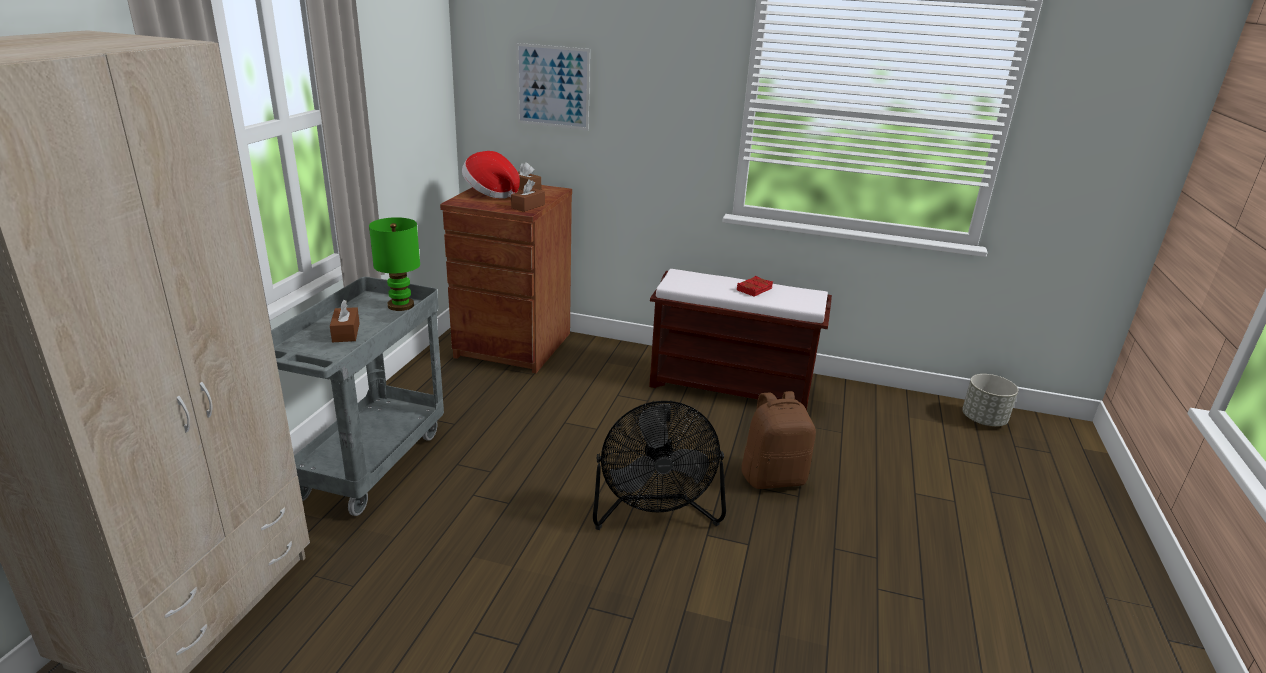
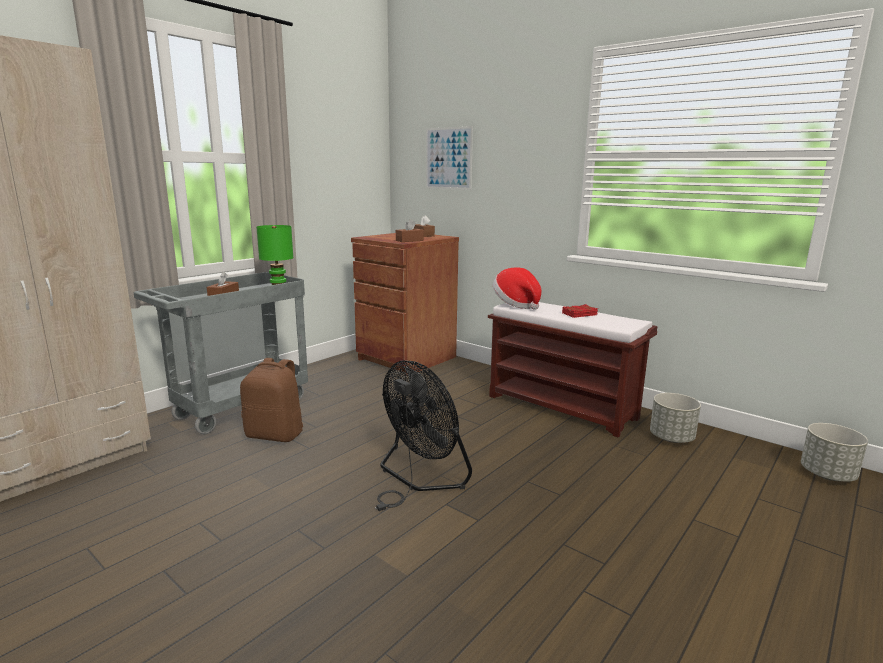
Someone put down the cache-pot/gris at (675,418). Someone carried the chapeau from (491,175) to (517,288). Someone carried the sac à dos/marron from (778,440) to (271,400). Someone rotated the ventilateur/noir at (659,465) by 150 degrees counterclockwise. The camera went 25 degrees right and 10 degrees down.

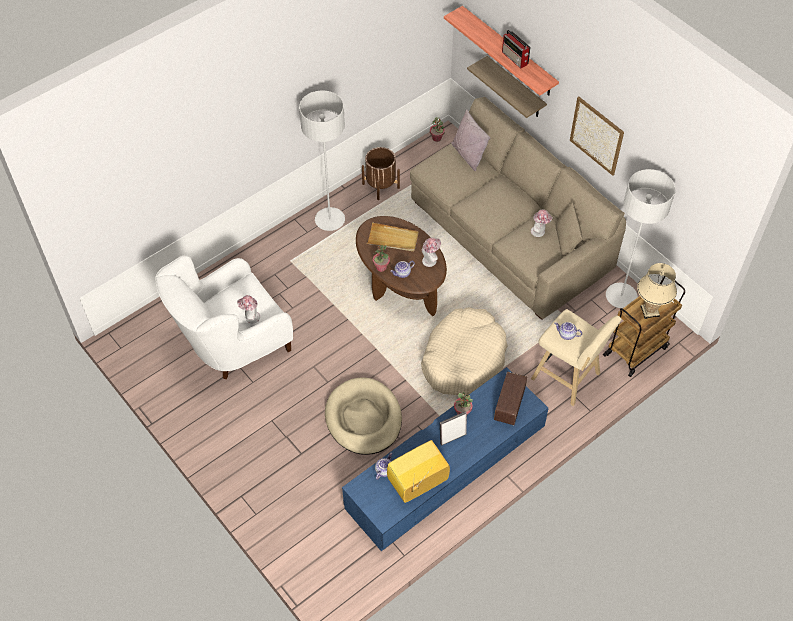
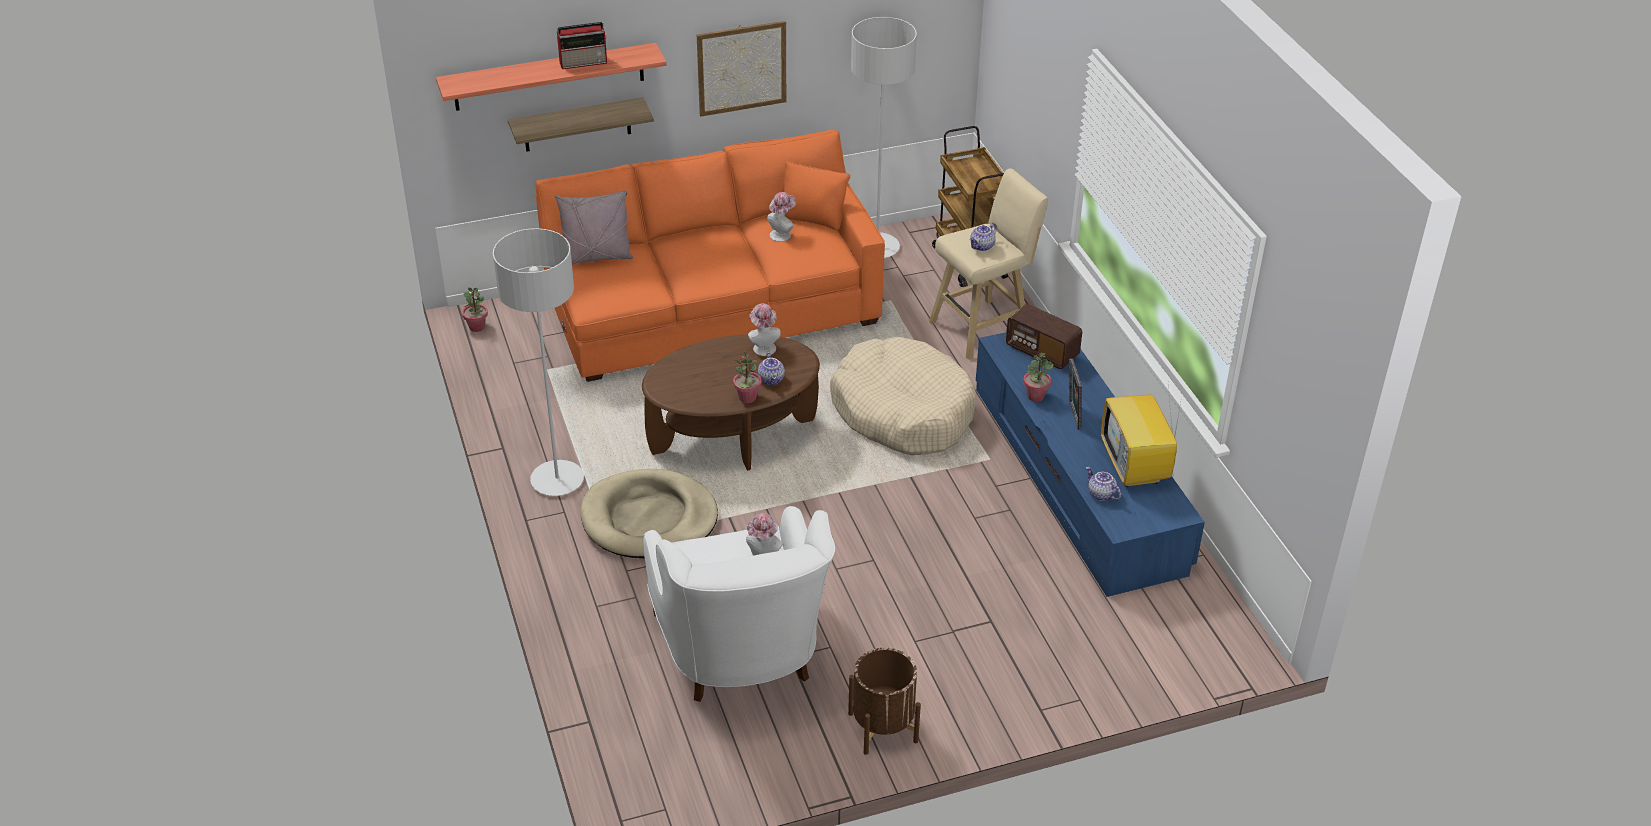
Someone took away the plateau/beige at (393,237). Someone took away the lampe de table/beige at (657,291). Someone carried the panier pour chien/beige from (363,416) to (649,514). Someone carried the cache-pot/marron from (381,173) to (884,701). Someone repainted the canapé/beige at (518,208), which became the canapé/orange at (710,255). The camera went 70 degrees left and 15 degrees down.

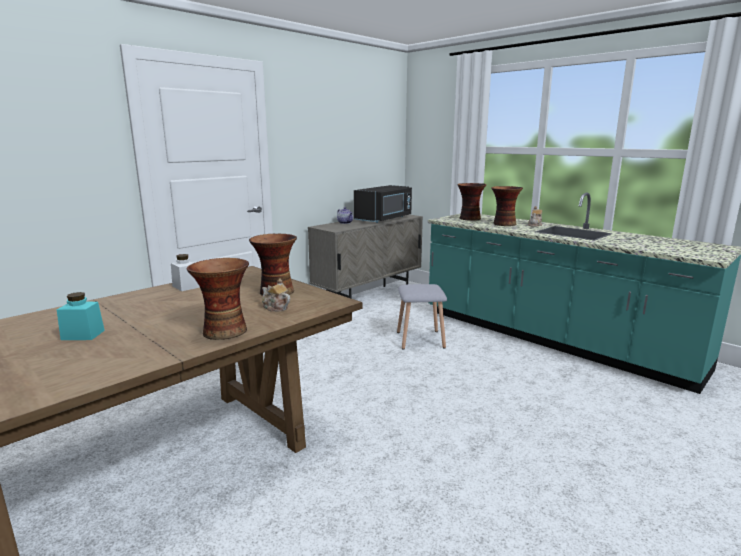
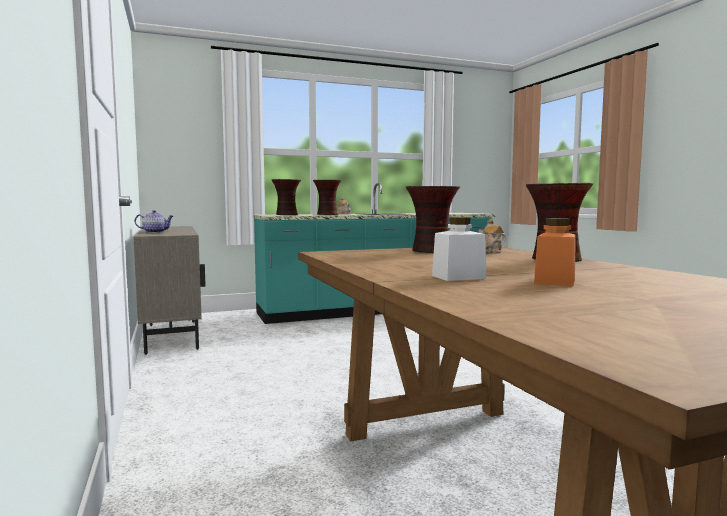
Someone took away the micro-ondes/noir at (383,204). Someone took away the tabouret/gris at (422,317). Someone carried the bocal/blanc from (185,272) to (459,249). Someone repainted the bocal/turquoise at (81,316), which became the bocal/orange at (555,252). The camera went 65 degrees left and 10 degrees down.

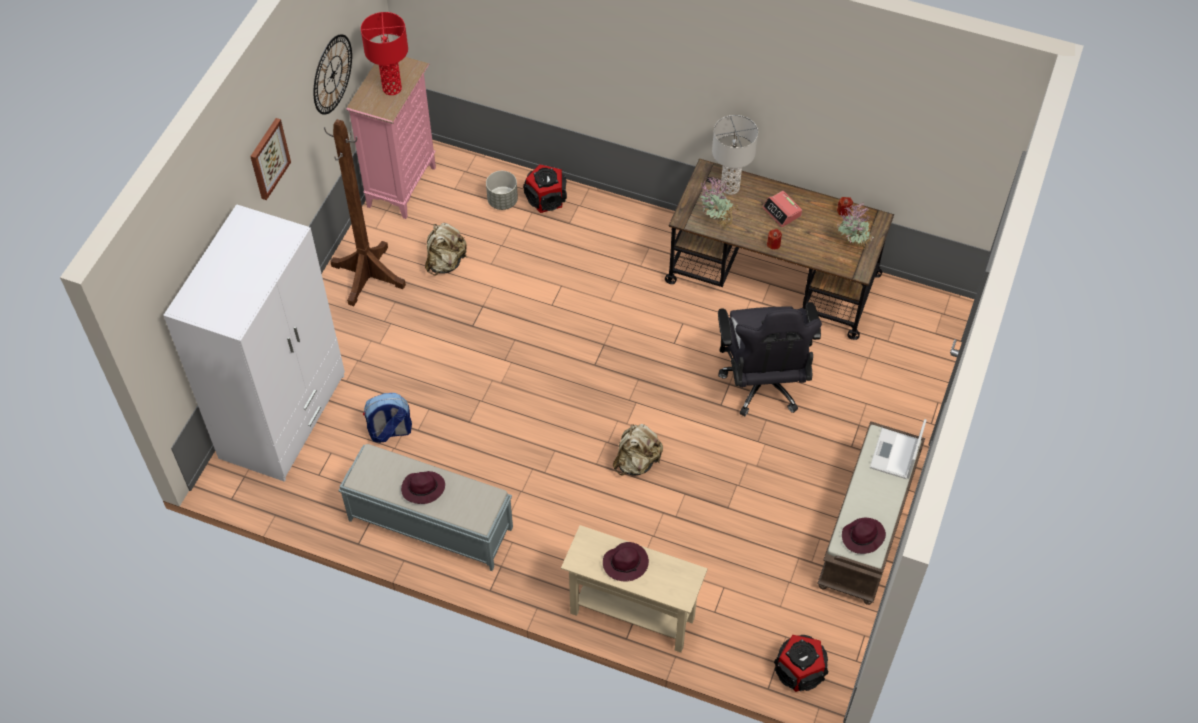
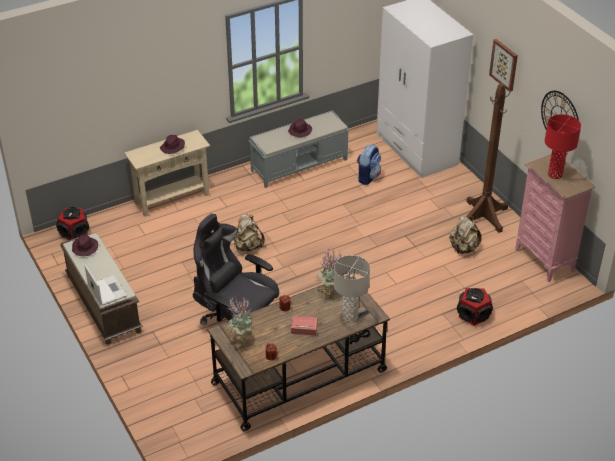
Someone took away the cache-pot/gris at (502,190). The camera went 130 degrees right and 15 degrees down.

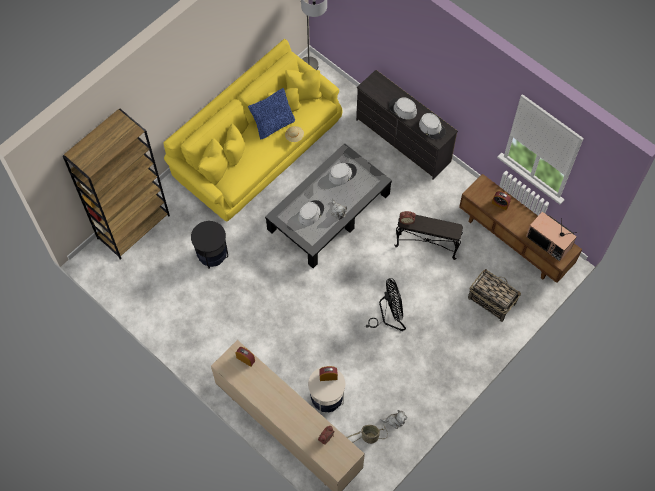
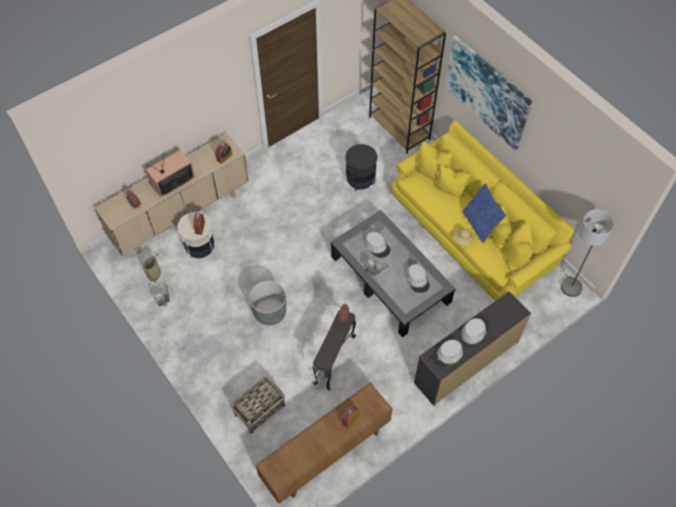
Someone put up the tableau at (488,93). Someone carried the téléviseur from (552,236) to (170,173). Someone swapped the ventilateur/noir at (386,304) for the cache-pot/gris at (267,303). The camera went 100 degrees right and 5 degrees down.

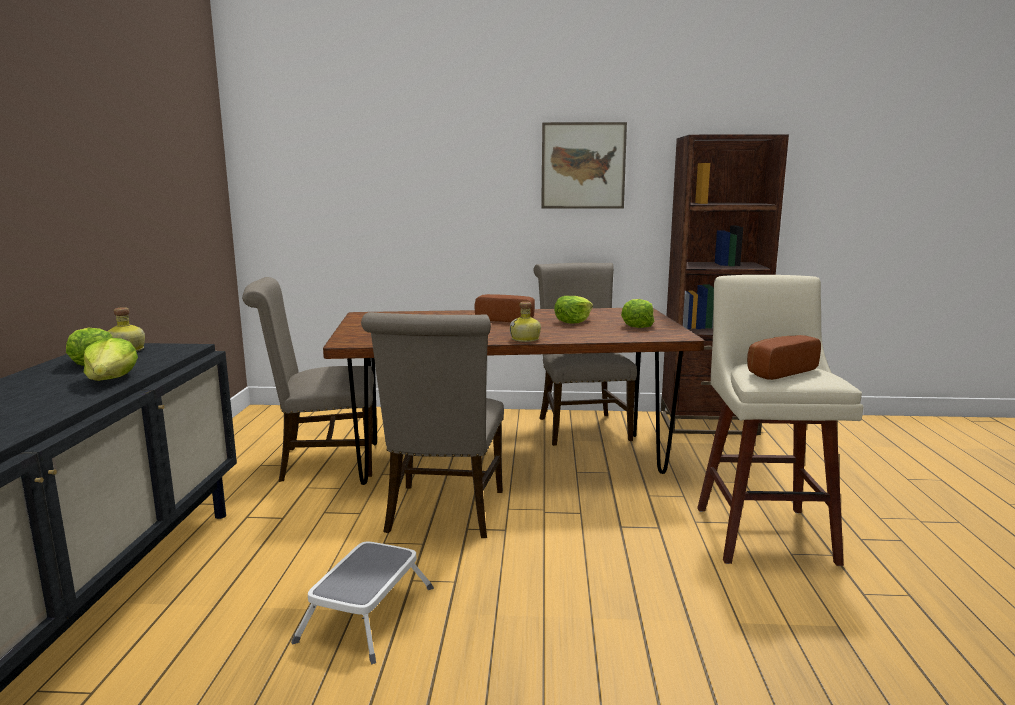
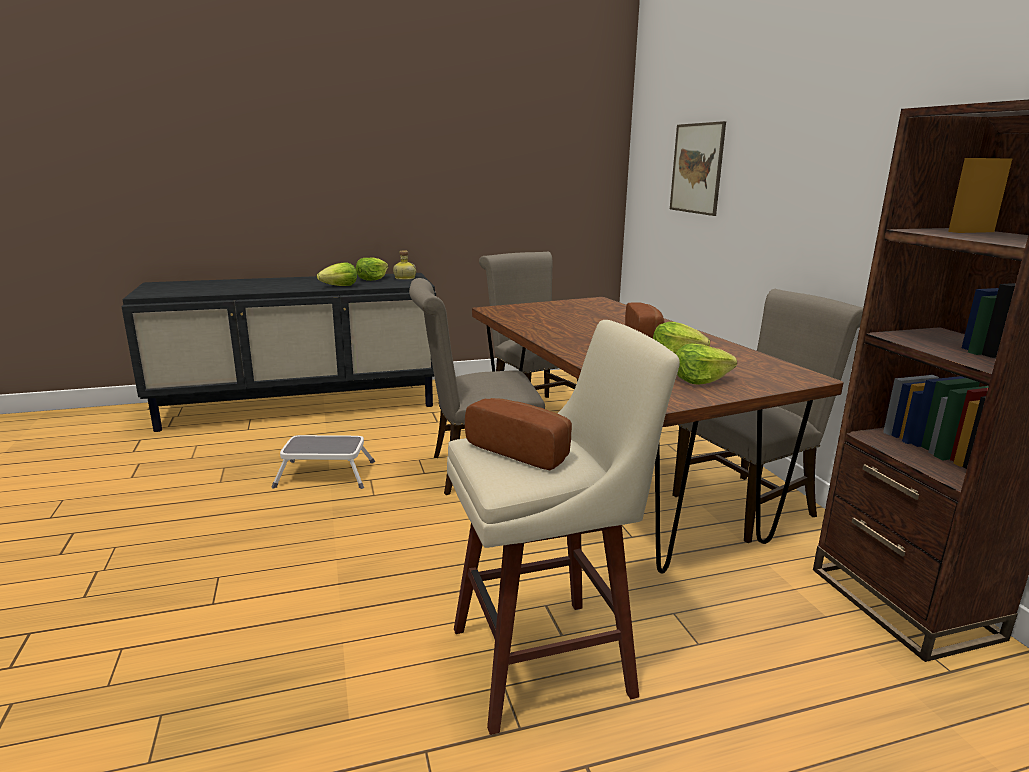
Someone took away the bouteille at (525,322). Someone carried the tableau from (584,165) to (698,168). The camera went 70 degrees right and 5 degrees up.

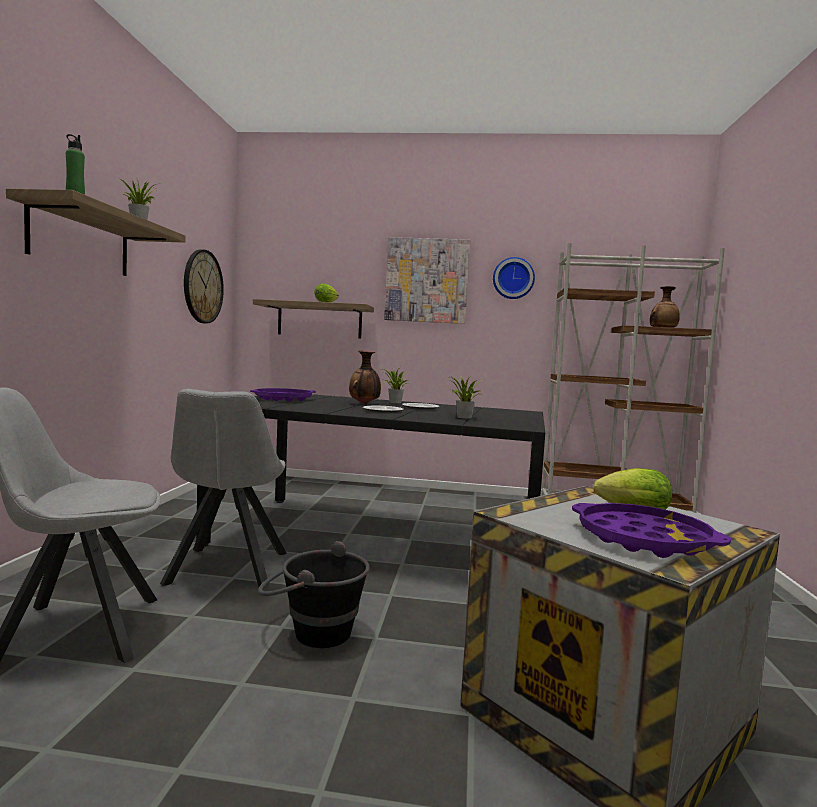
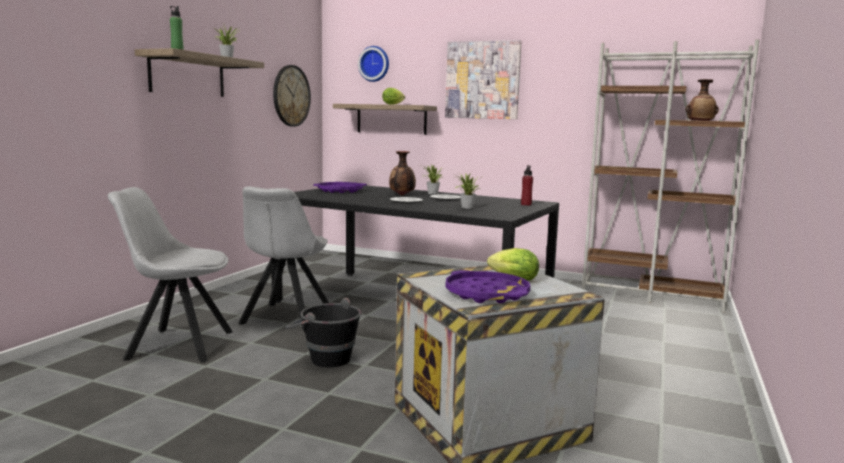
Someone put down the bouteille/rouge at (527,185). Someone carried the horloge murale from (514,278) to (373,64). The camera went 15 degrees right and 5 degrees up.

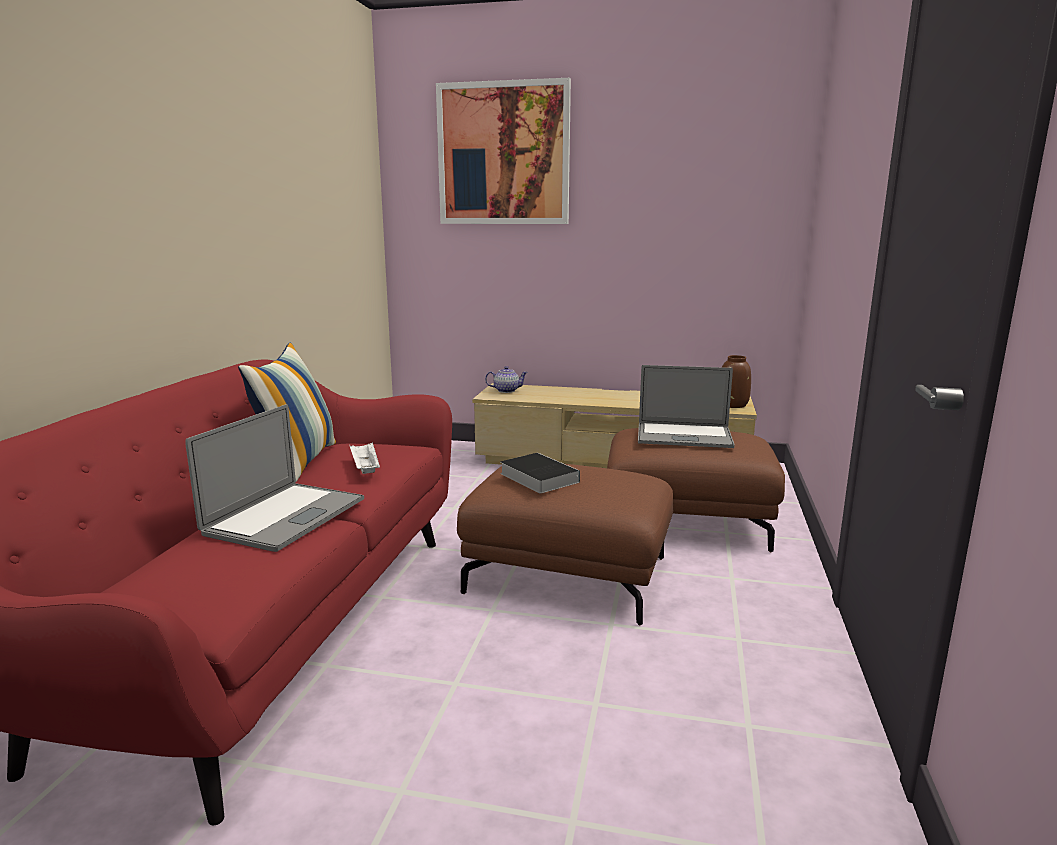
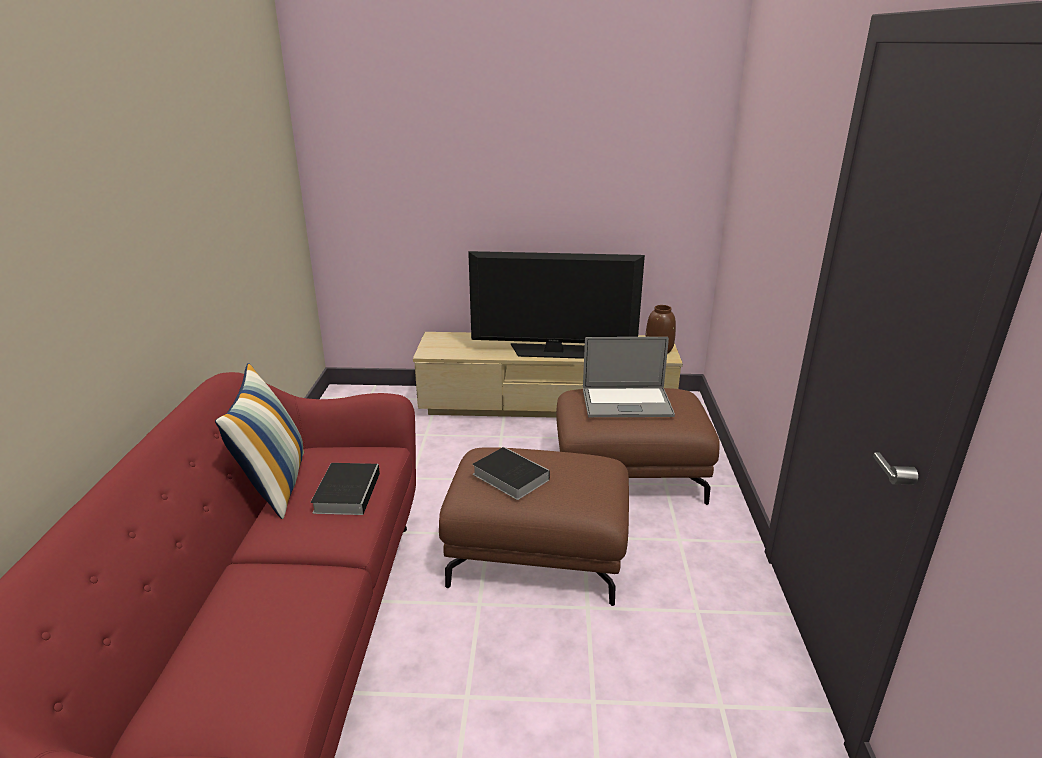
Someone took away the ordinateur portable at (274,478). Someone took away the tableau at (503,151). Someone took away the théière at (506,379). Someone put down the téléviseur at (556,305). Someone swapped the plateau/blanc at (364,458) for the livre at (345,489). The camera went 10 degrees left and 10 degrees up.

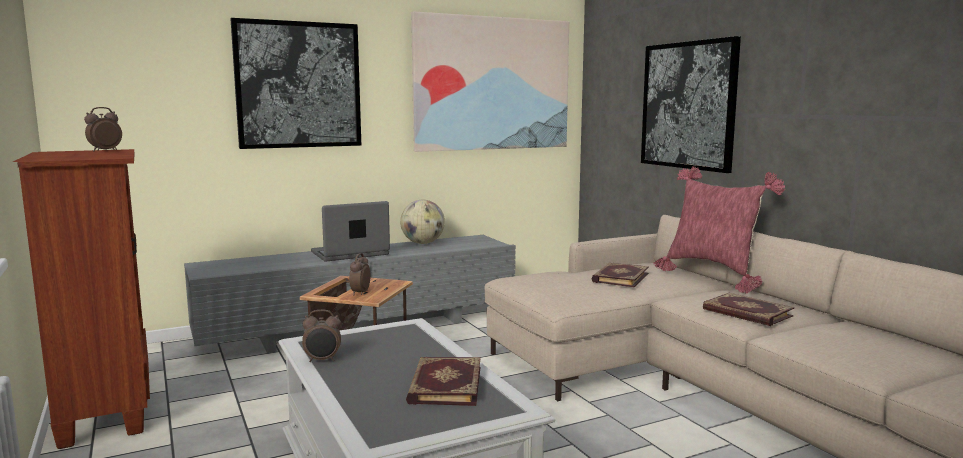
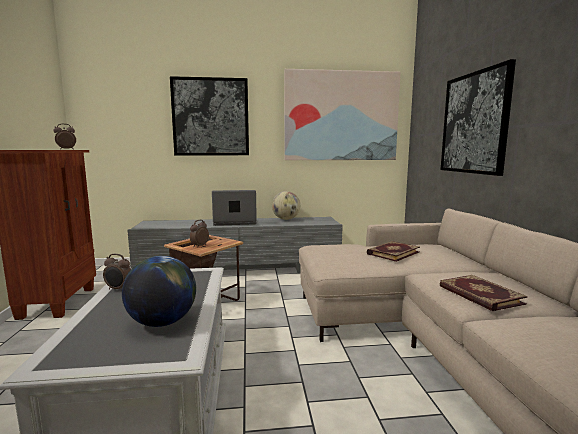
Someone took away the coussin/rouge at (719,230). Someone swapped the livre at (443,381) for the globe at (159,291). The camera went 20 degrees right and 0 degrees up.

